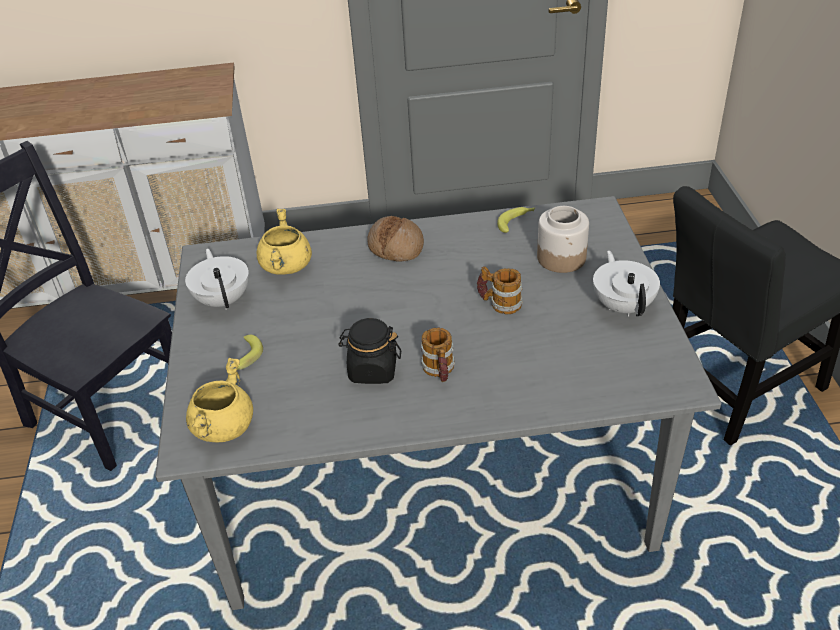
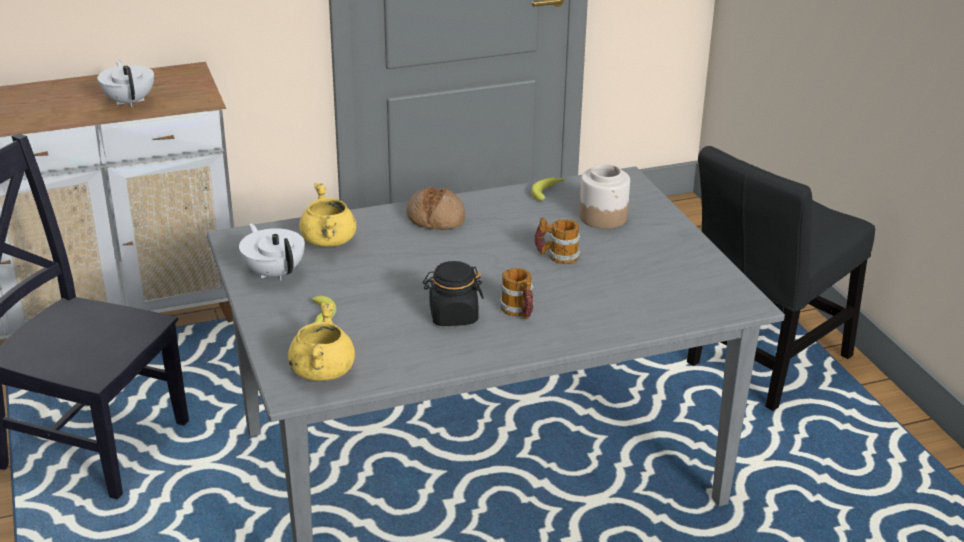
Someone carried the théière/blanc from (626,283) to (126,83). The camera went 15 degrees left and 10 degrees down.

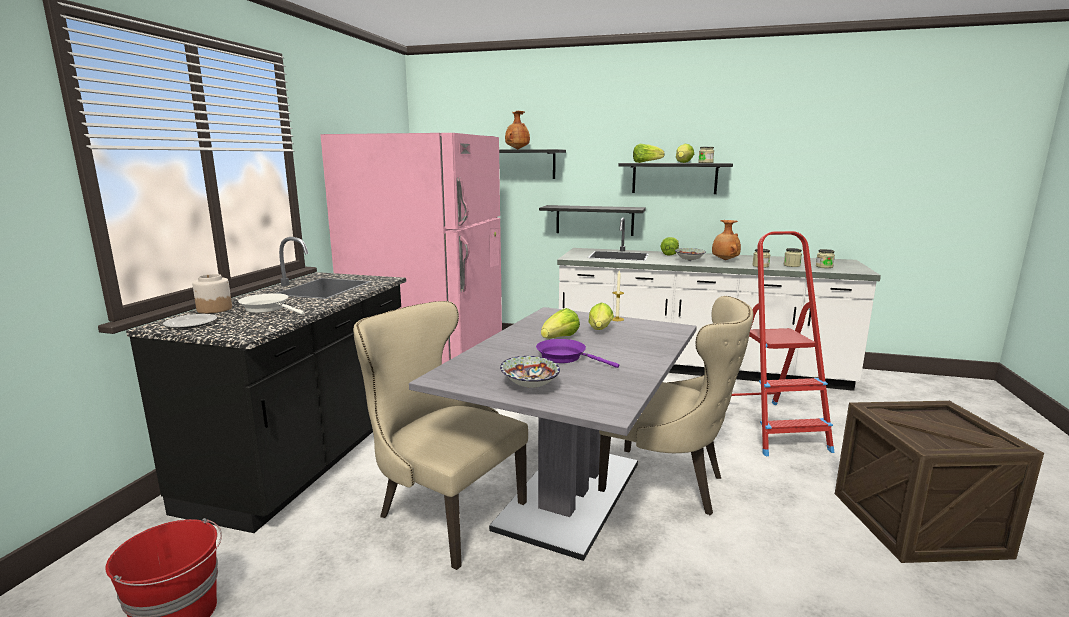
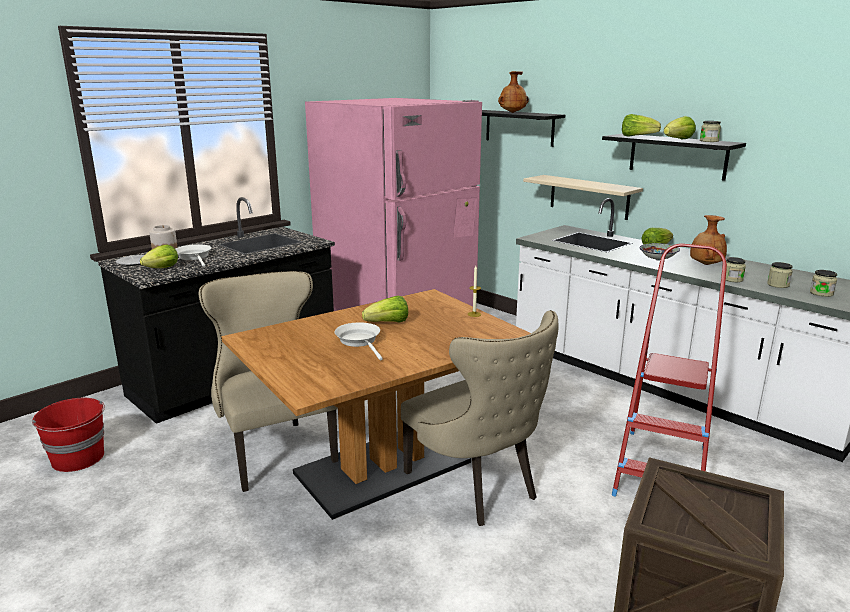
Someone took away the bol at (530,372). Someone carried the laitue from (601,316) to (159,256). Someone repainted the table à manger/gris at (553,434), which became the table à manger/marron at (376,404). Someone repainted the poêle/violet at (577,353), which became the poêle/blanc at (359,341). Someone repainted the étagère/noir at (592,220), which became the étagère/beige at (583,197). The camera went 30 degrees right and 5 degrees up.

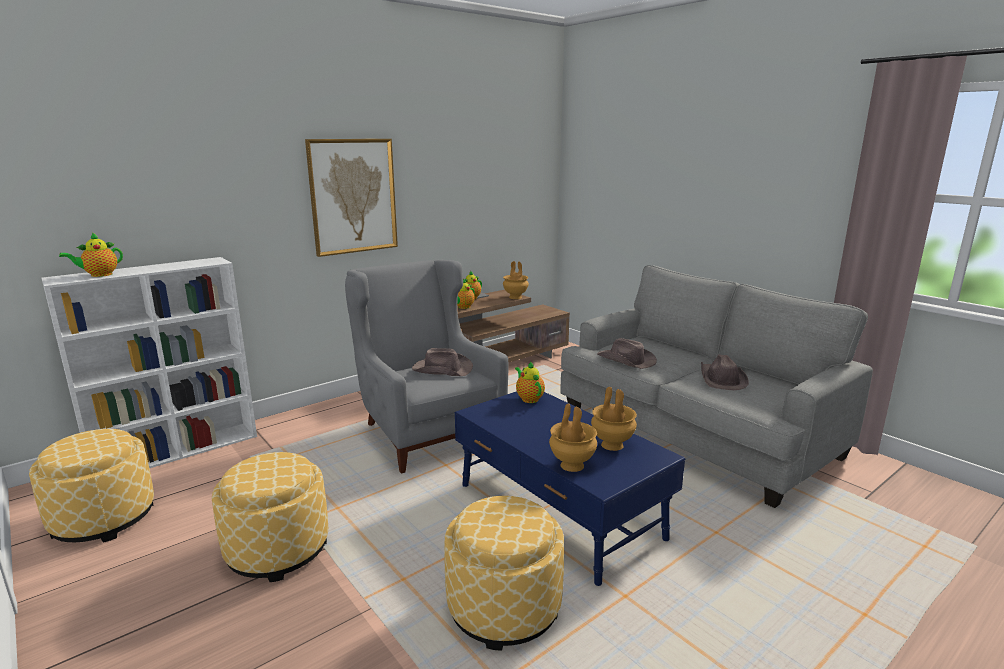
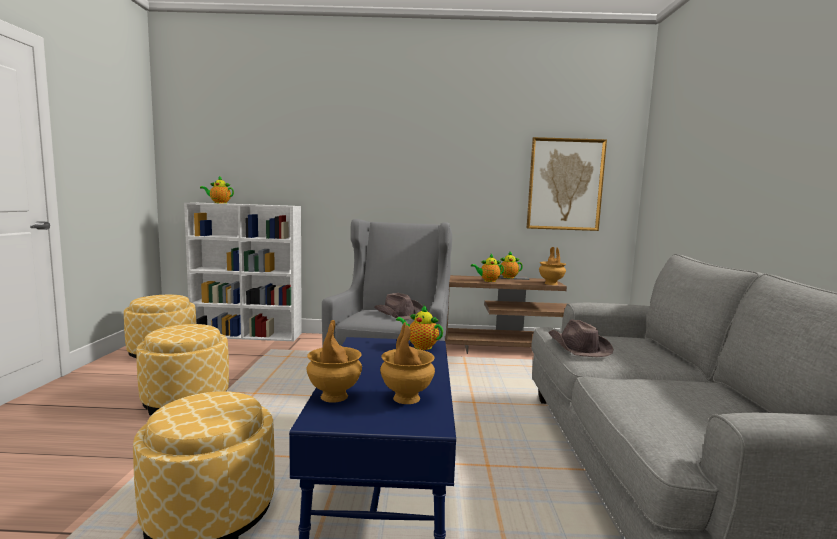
Someone took away the chapeau/marron at (725,372). Someone carried the tableau from (351,198) to (567,184). Someone rotated the théière at (530,382) by 75 degrees counterclockwise. The camera went 40 degrees right and 10 degrees down.

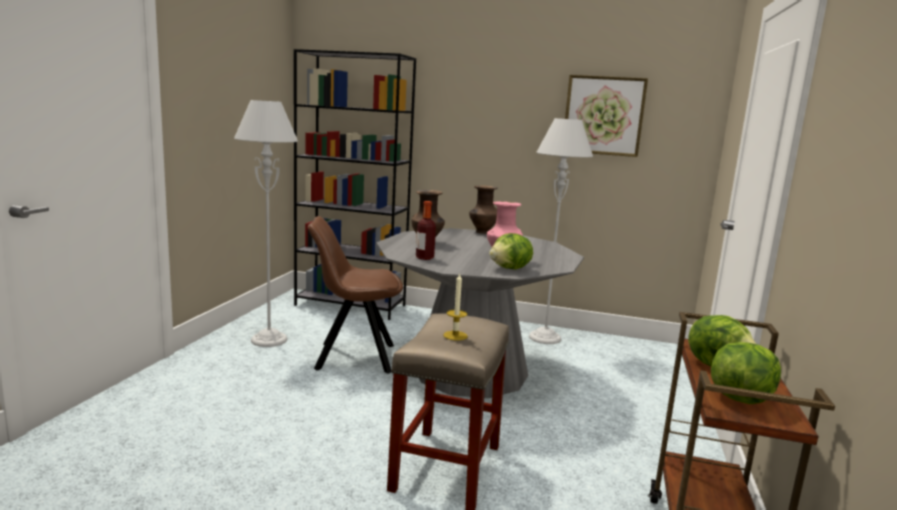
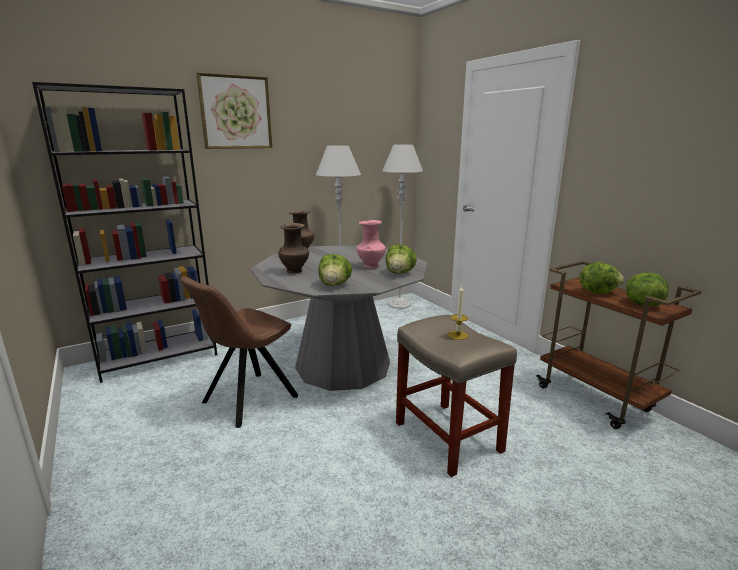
Someone carried the lampadaire/gris from (266,223) to (402,227). Someone carried the tableau from (606,116) to (234,111). Someone swapped the bouteille at (426,230) for the laitue at (335,270). The camera went 45 degrees left and 5 degrees up.

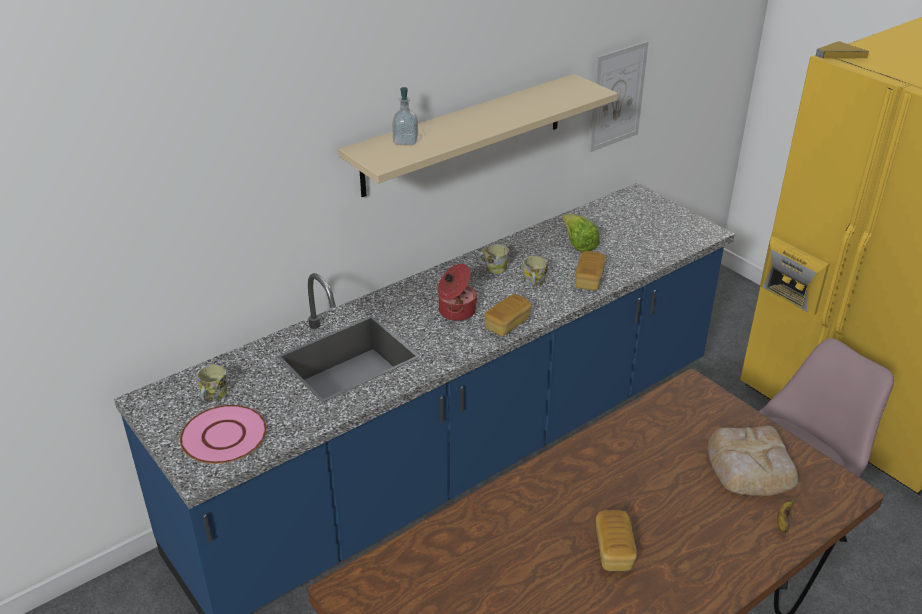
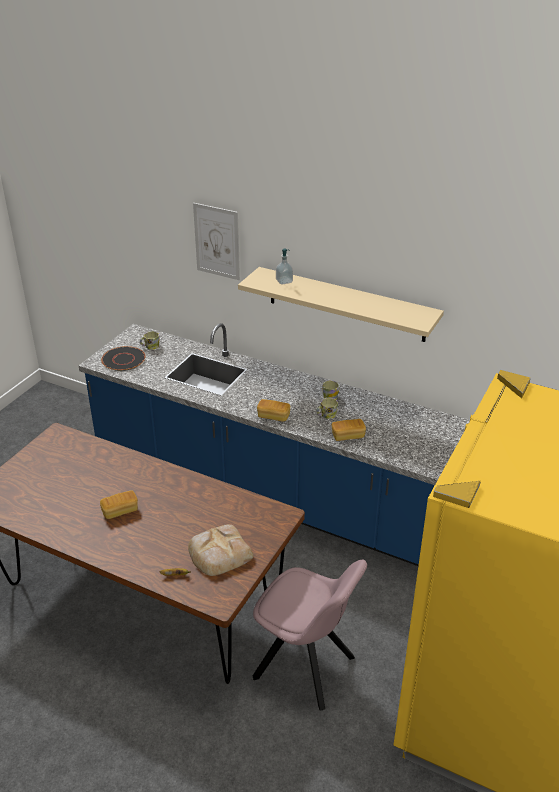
Someone took away the marmite at (457,292). Someone took away the laitue at (581,233). Someone carried the tableau from (619,96) to (216,241). Someone repainted the assiette/rose at (223,434), which became the assiette/noir at (123,358). The camera went 65 degrees right and 0 degrees up.

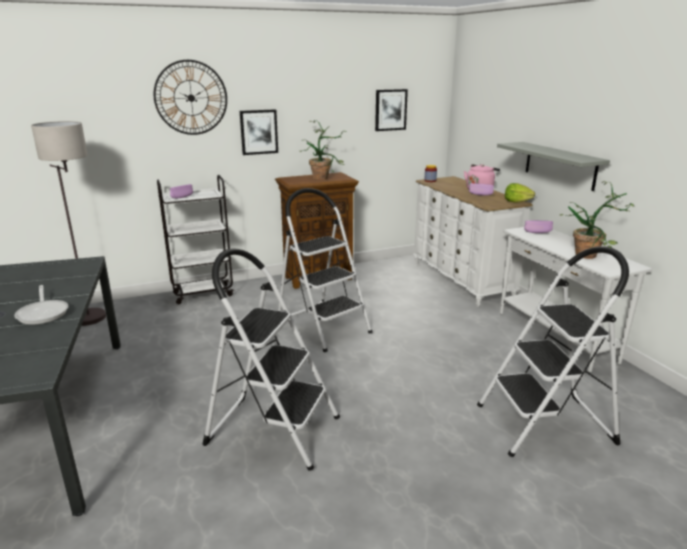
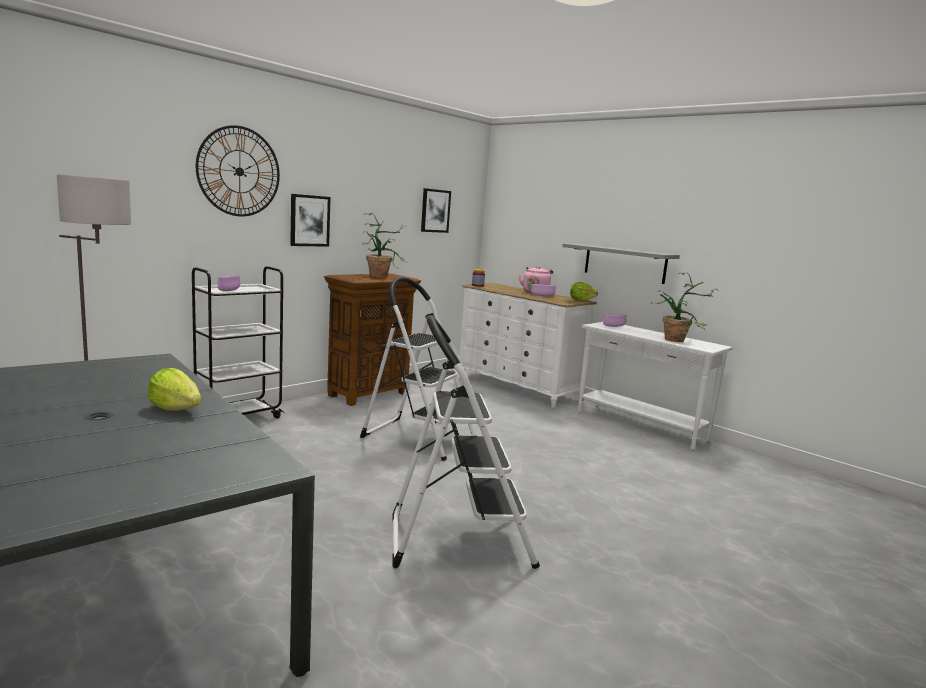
Someone took away the escabeau at (553,351). Someone swapped the poêle at (41,305) for the laitue at (174,389). The camera went 25 degrees left and 10 degrees down.

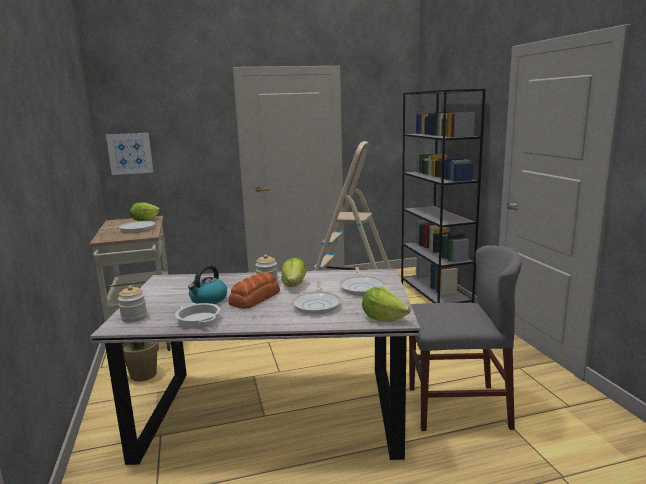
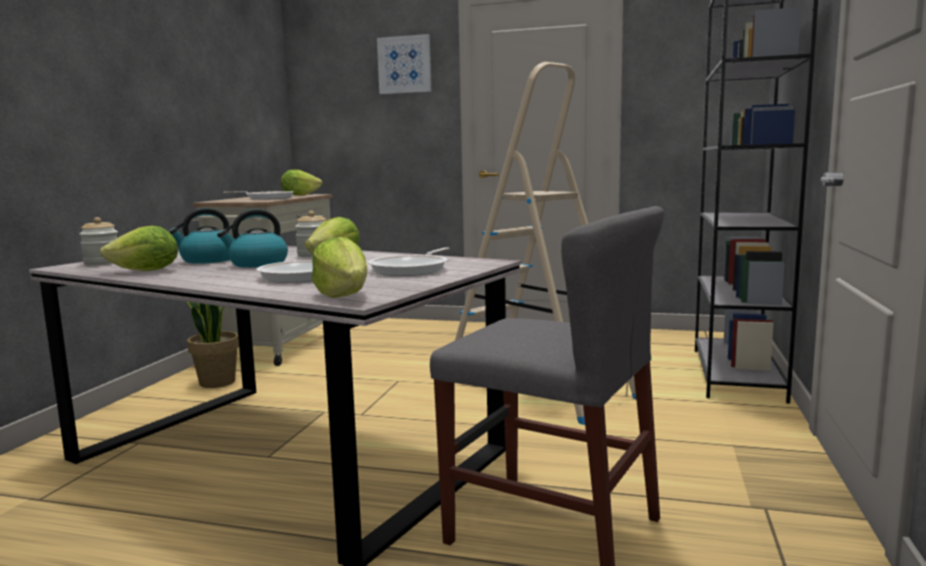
Someone carried the tableau from (129,154) to (404,64). Someone swapped the marmite at (197,316) for the laitue at (139,248). Someone swapped the pain at (254,290) for the bouilloire at (252,238). The camera went 30 degrees right and 5 degrees down.

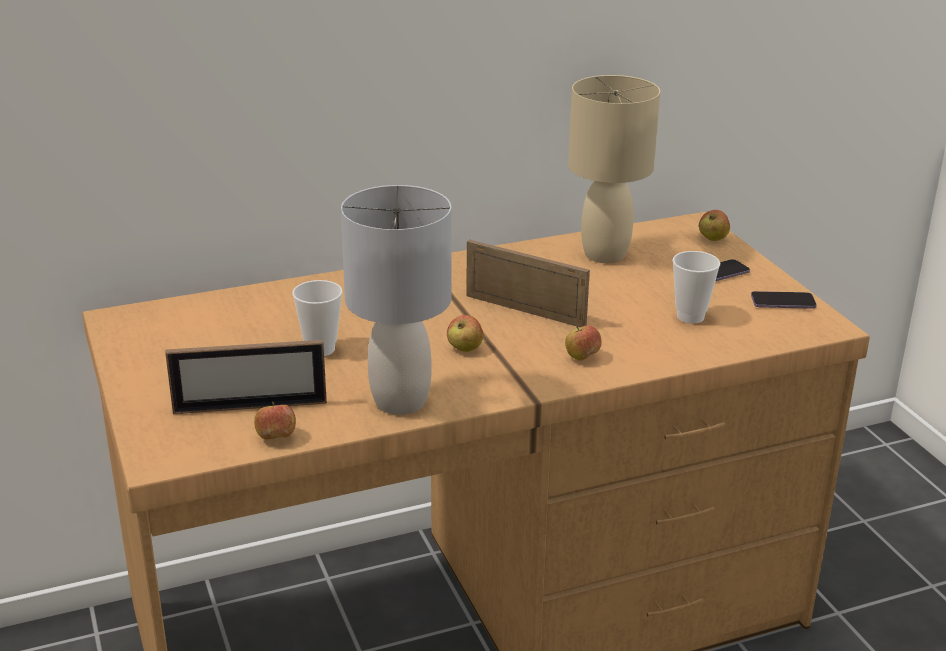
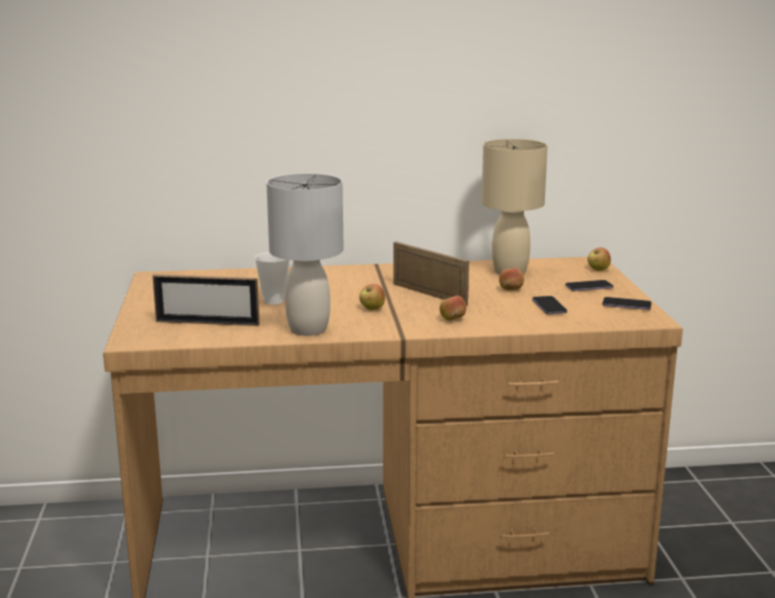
Someone carried the pomme from (275,421) to (511,278). Someone swapped the tasse at (696,287) for the téléphone at (549,305). The camera went 15 degrees right and 10 degrees down.

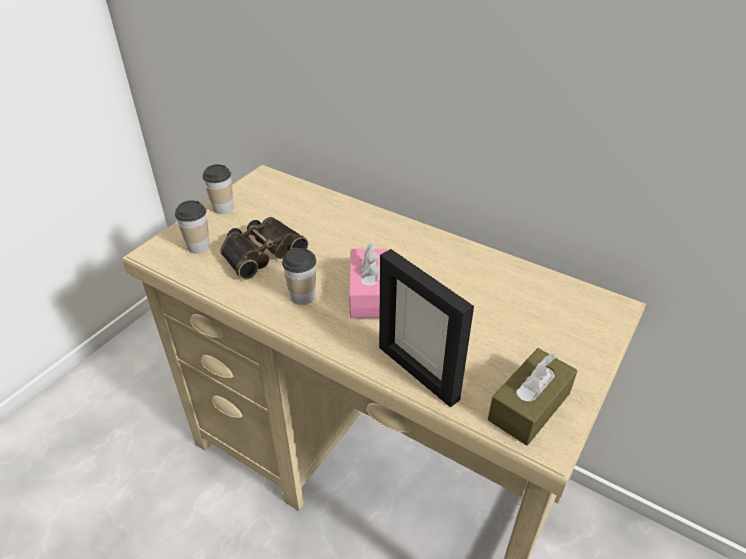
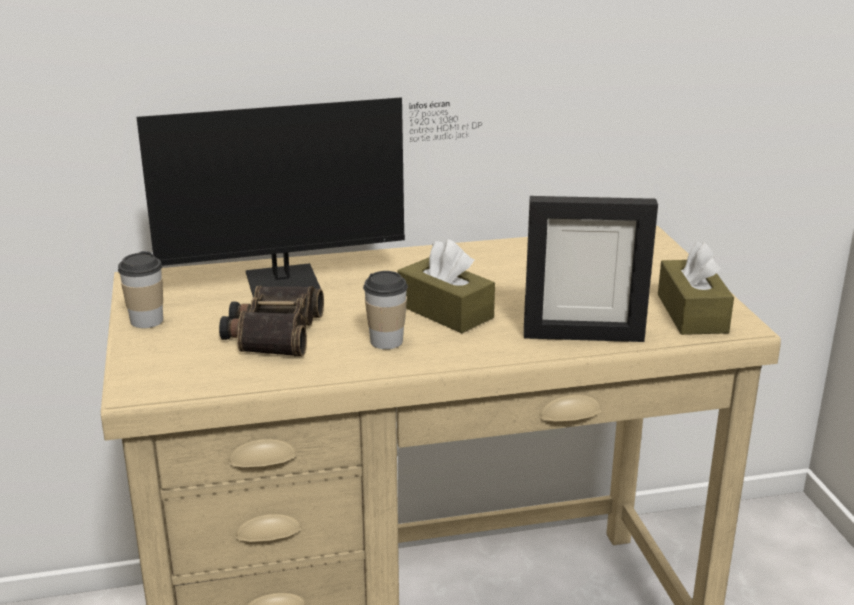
Someone took away the tasse at (192,226). Someone put down the écran d'ordinateur at (309,197). Someone repainted the boîte à mouchoirs/rose at (368,280), which became the boîte à mouchoirs/marron at (446,286). The camera went 45 degrees left and 15 degrees down.

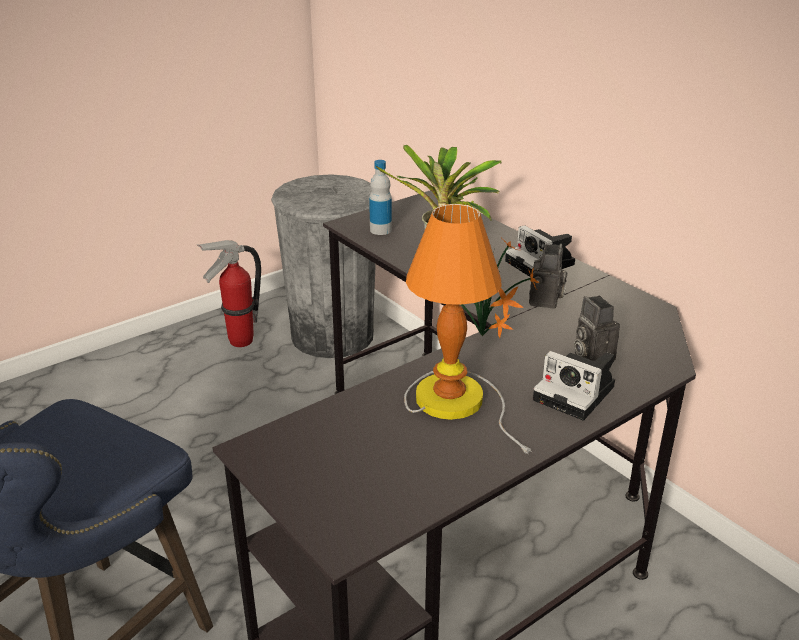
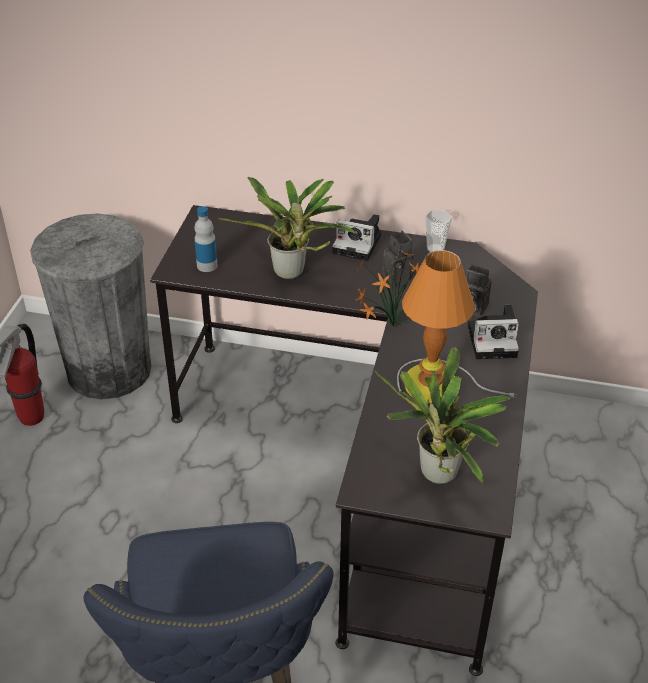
Someone put down the plante en pot at (442,415). Someone put down the tasse at (438,230). The camera went 40 degrees left and 10 degrees up.

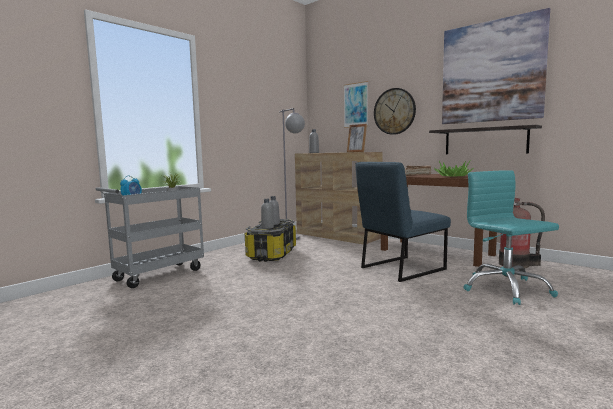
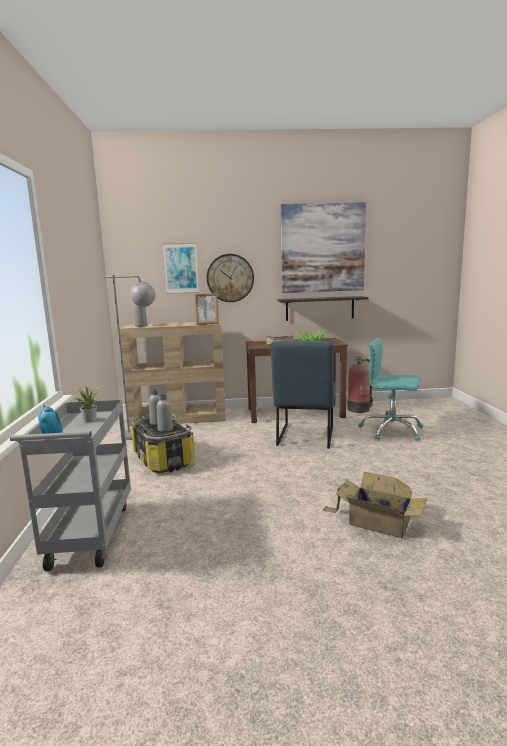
Someone put down the carton at (375,505). The camera went 45 degrees left and 5 degrees up.

